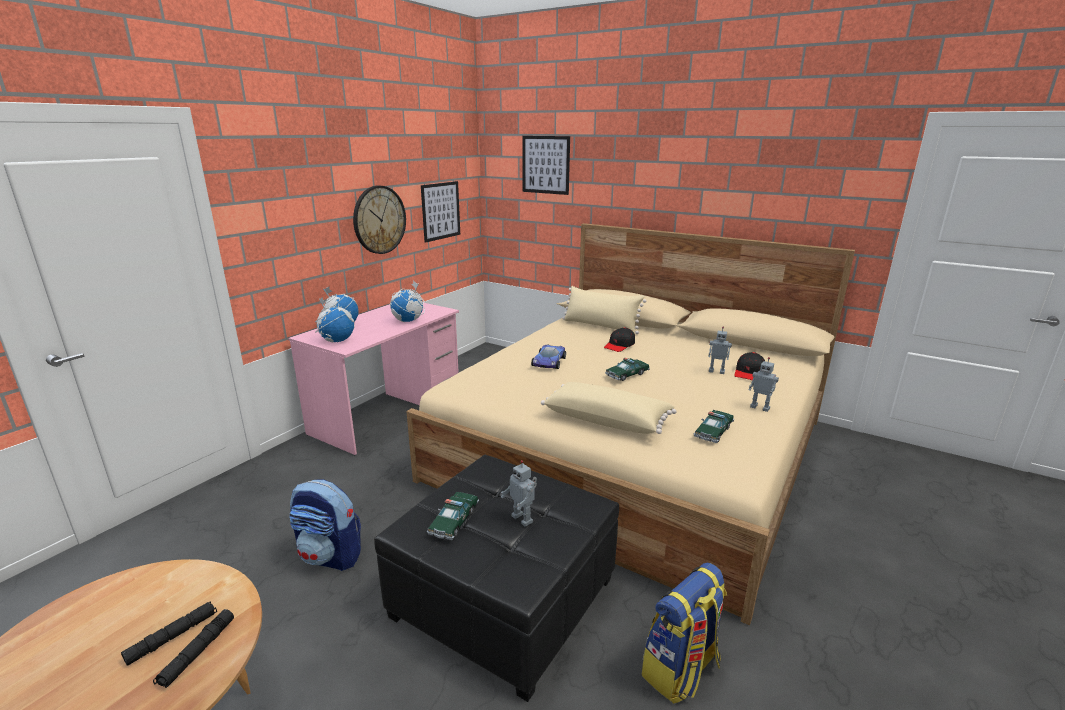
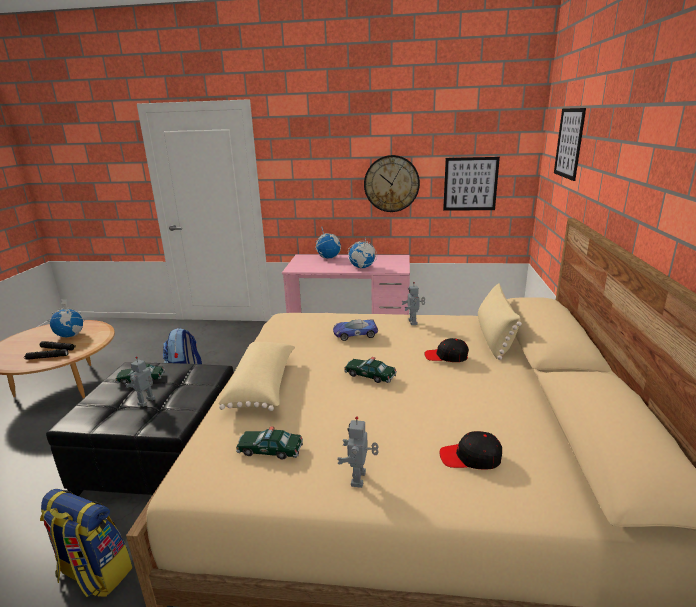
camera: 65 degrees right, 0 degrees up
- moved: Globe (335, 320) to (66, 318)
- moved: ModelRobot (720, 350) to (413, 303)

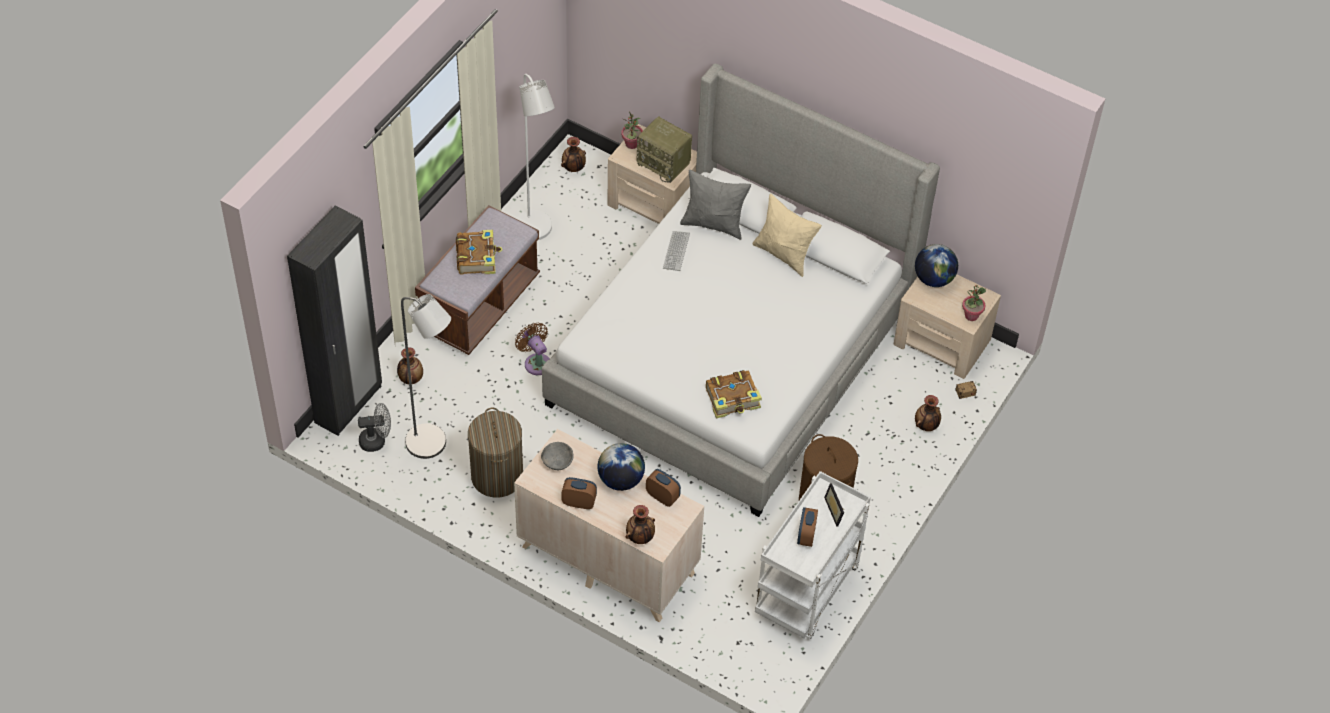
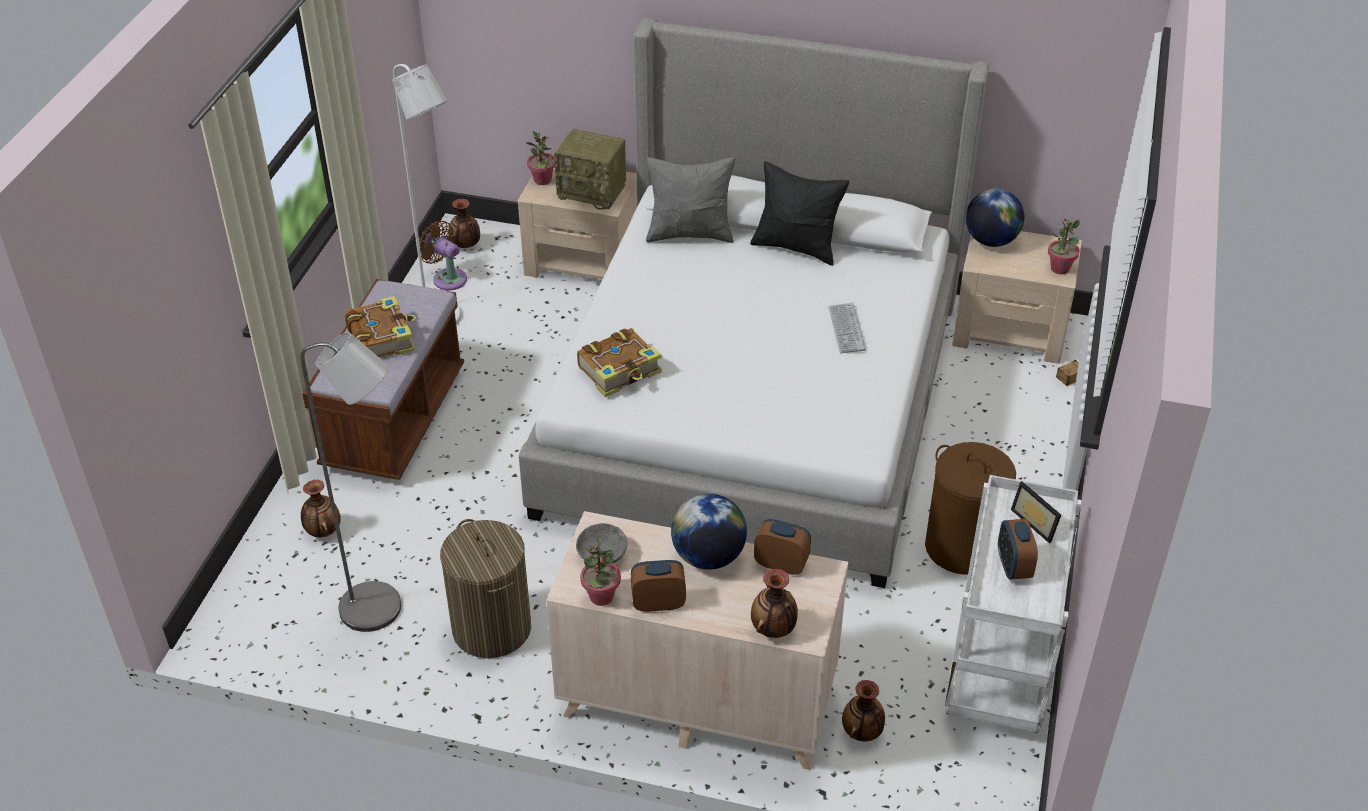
camera: 15 degrees left, 10 degrees down
- removed: BlackColouredWardrobe (334, 321)
- removed: GreyishCoolingFan (374, 427)
- moved: BrownCoolingFan (532, 348) to (443, 255)
- moved: ComputerKeyboard (676, 251) to (847, 328)
- moved: BoundBook (734, 394) to (619, 362)
- recoloured: BeigeColouredThrowPillow (787, 235) to BlackColouredThrowPillow (799, 213)
- moved: FlowerVase (928, 413) to (863, 711)
- added: PottedPlant (600, 571)

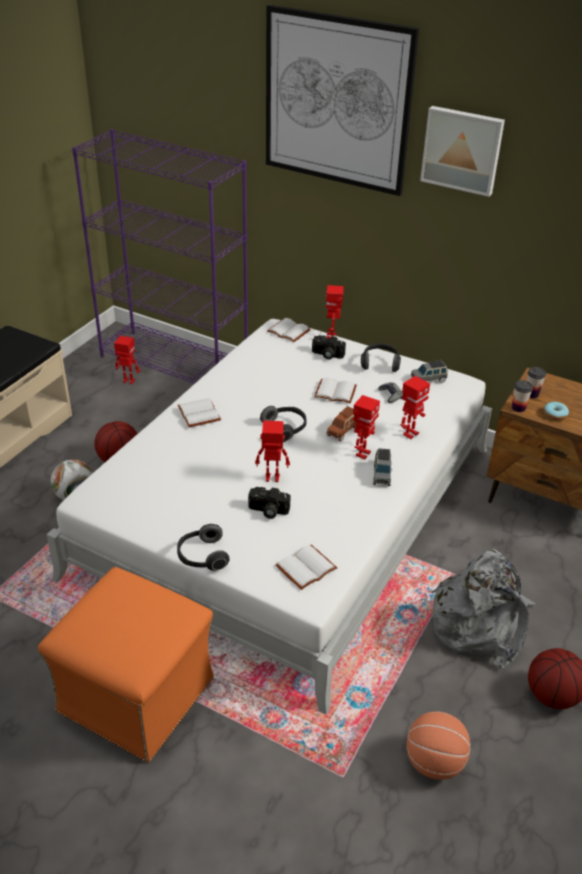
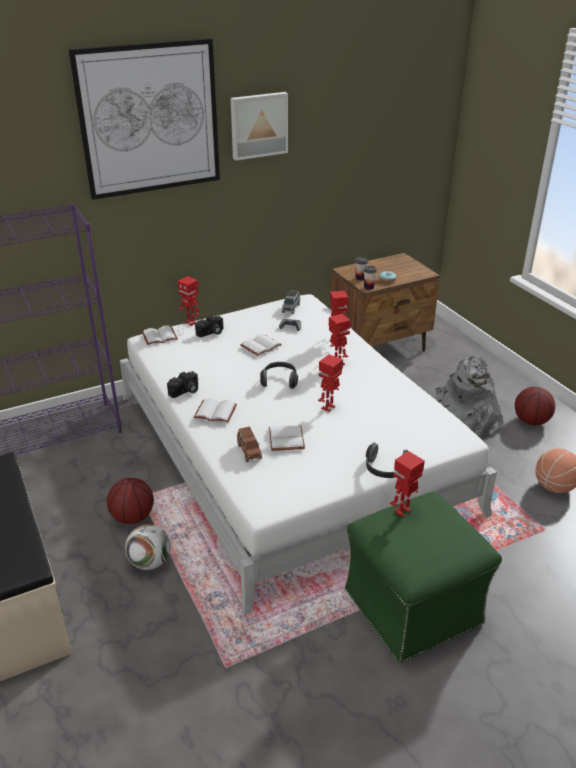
camera: 55 degrees left, 5 degrees down
- recoloured: OrangePouffe (126, 665) to GreenColouredPouffe (423, 577)
- moved: ModelRobot (127, 360) to (407, 484)
- moved: StillCamera (269, 503) to (182, 384)
- moved: WhitishBoundBook (306, 567) to (287, 438)
- moved: BrownMiniatureCar (342, 423) to (249, 444)
- removed: Headphones (381, 357)
- removed: GreyishMiniatureCar (382, 467)

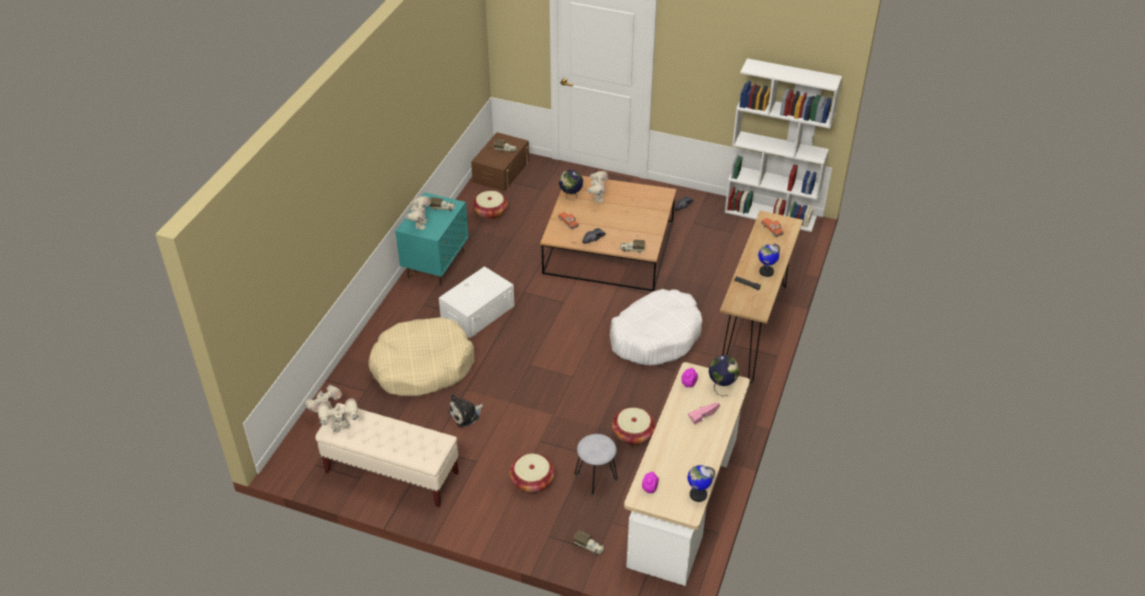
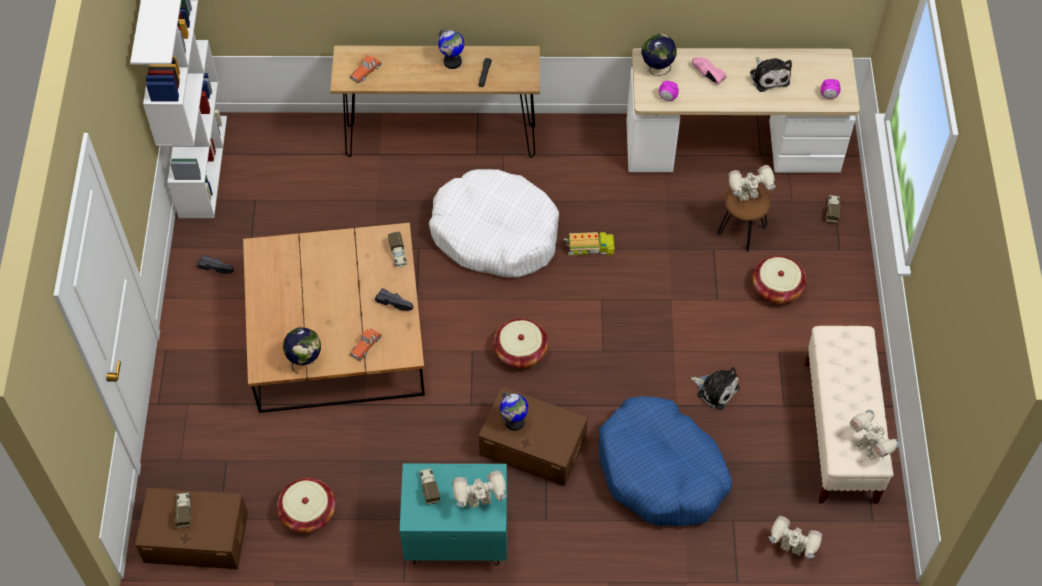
camera: 110 degrees left, 15 degrees up
- recoloured: BeigeColouredDogCushion (421, 356) to BlueDogCushion (665, 461)
- recoloured: WhitishStorageContainer (477, 302) to BrownStorageContainer (533, 436)
- recoloured: GreyishStoolSeat (596, 464) to BrownStoolSeat (744, 218)
- moved: ModelRobot (597, 186) to (752, 183)
- moved: Basket (634, 426) to (520, 343)
- moved: Globe (701, 483) to (514, 411)
- added: ToyTruck (589, 243)
- added: SoftToy (771, 74)

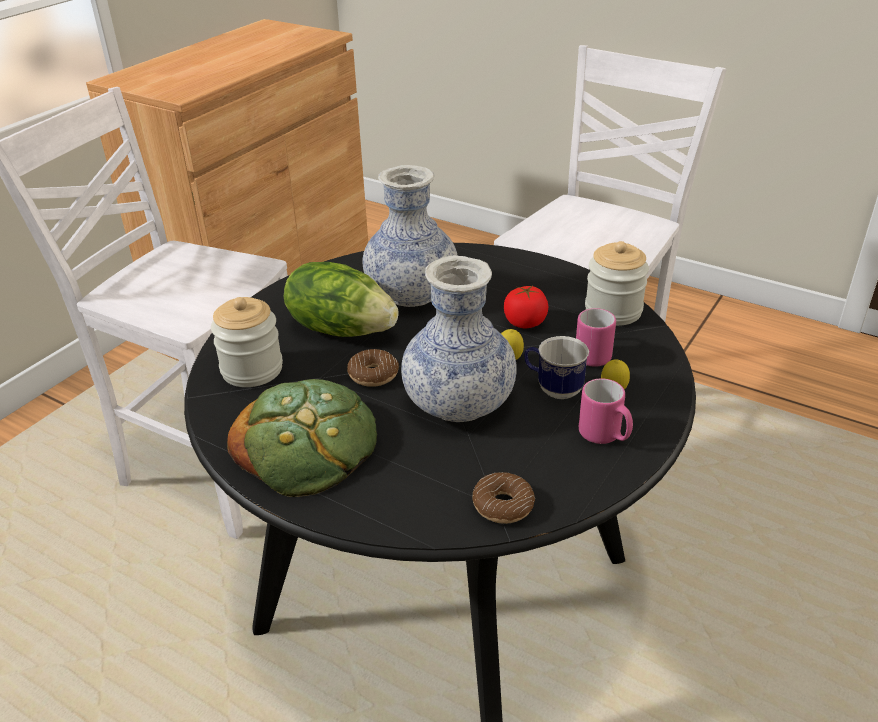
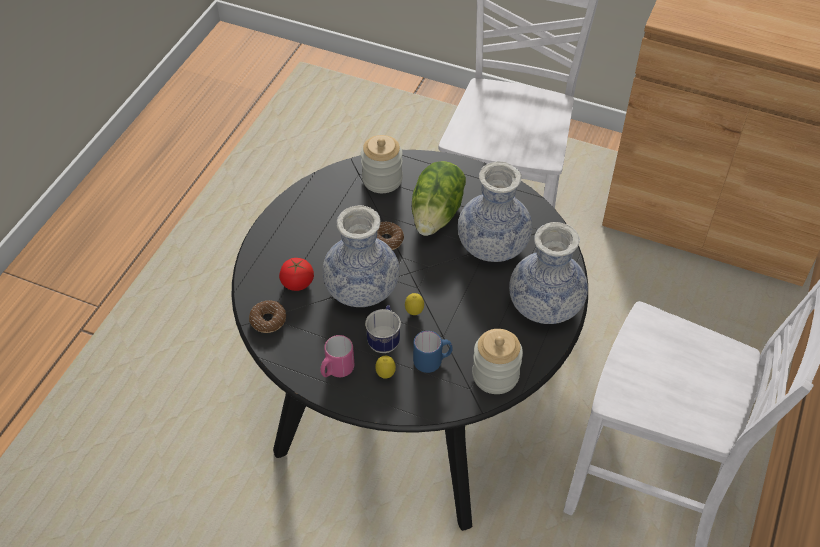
camera: 80 degrees right, 15 degrees up
- removed: BakedBread (302, 438)
- moved: Tomato (526, 306) to (296, 274)
- recoloured: PinkMug (596, 337) to BlueMug (433, 352)
- added: FlowerVase (548, 273)

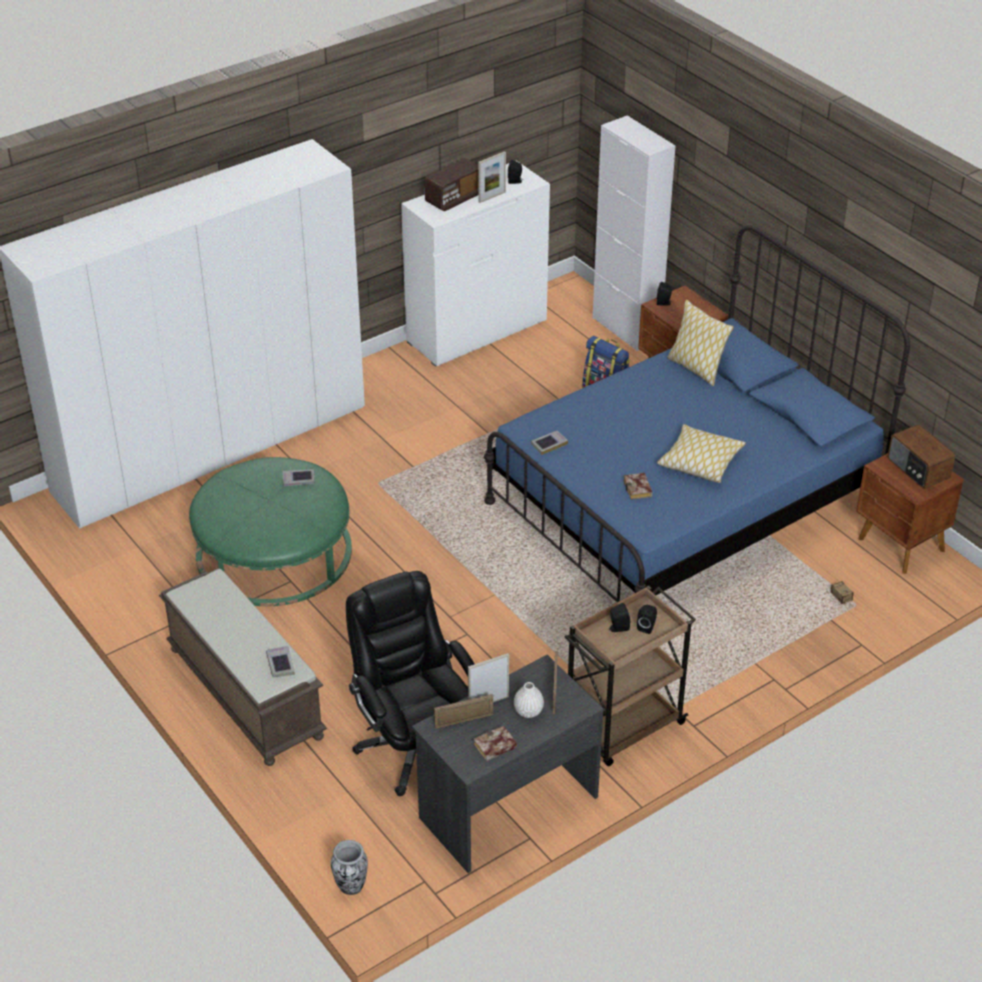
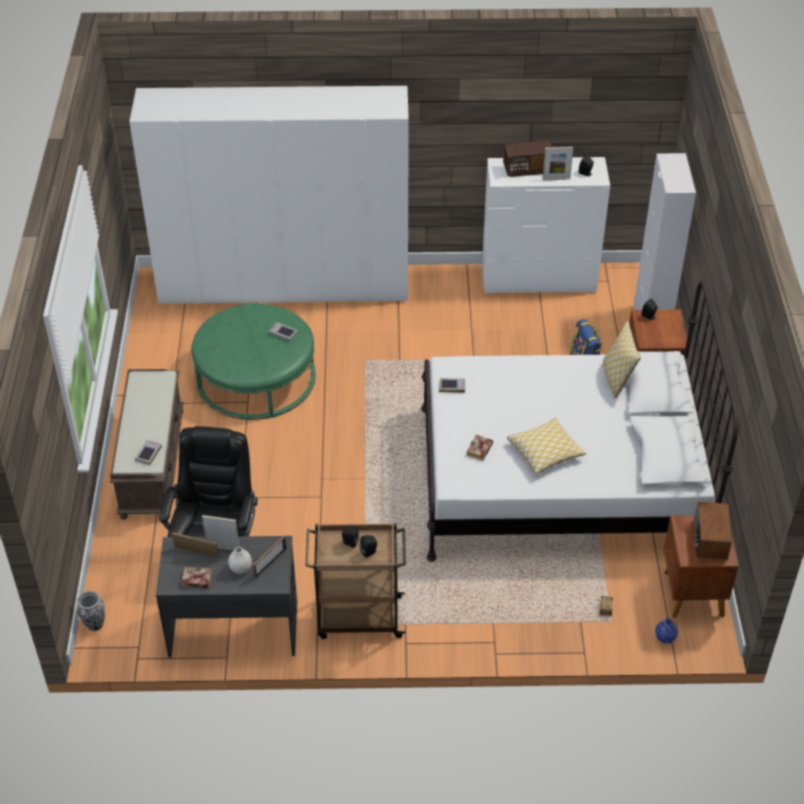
camera: 35 degrees right, 5 degrees up
- recoloured: BlueSleepingBed (697, 413) to WhitishSleepingBed (580, 421)
- added: BlueFlowerVase (666, 631)

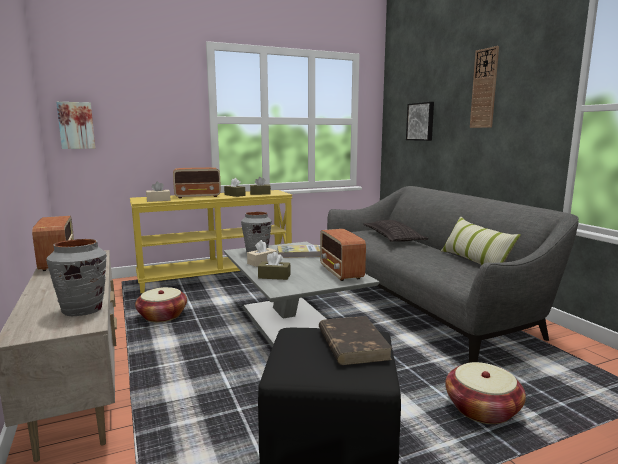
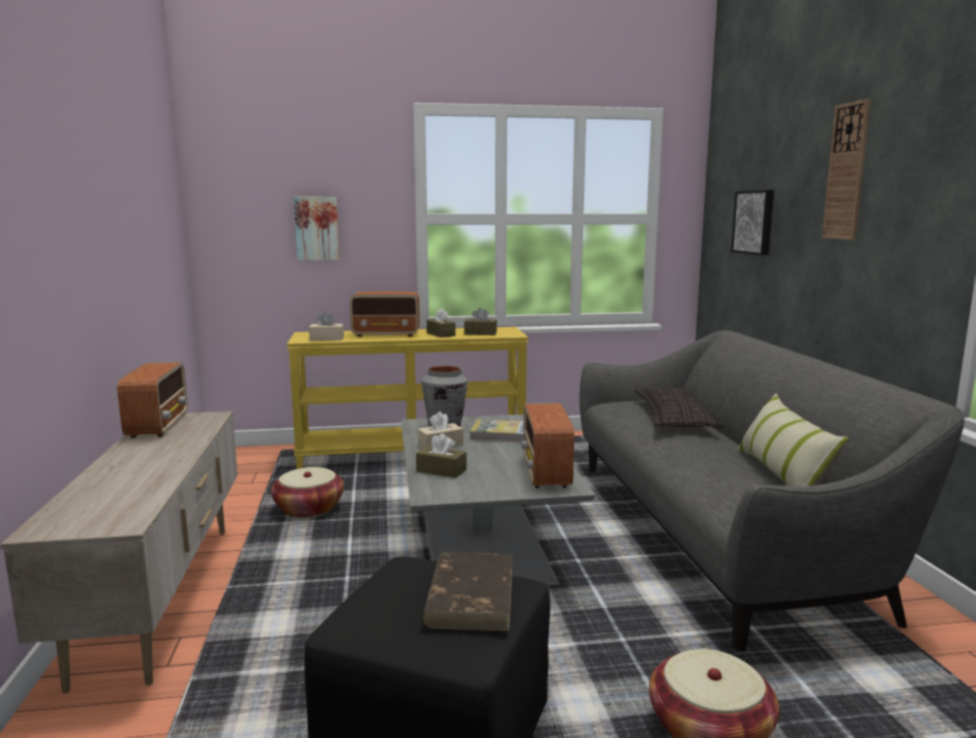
camera: 15 degrees right, 0 degrees up
- removed: GreyishFlowerVase (76, 277)
- moved: Picture (75, 125) to (317, 229)

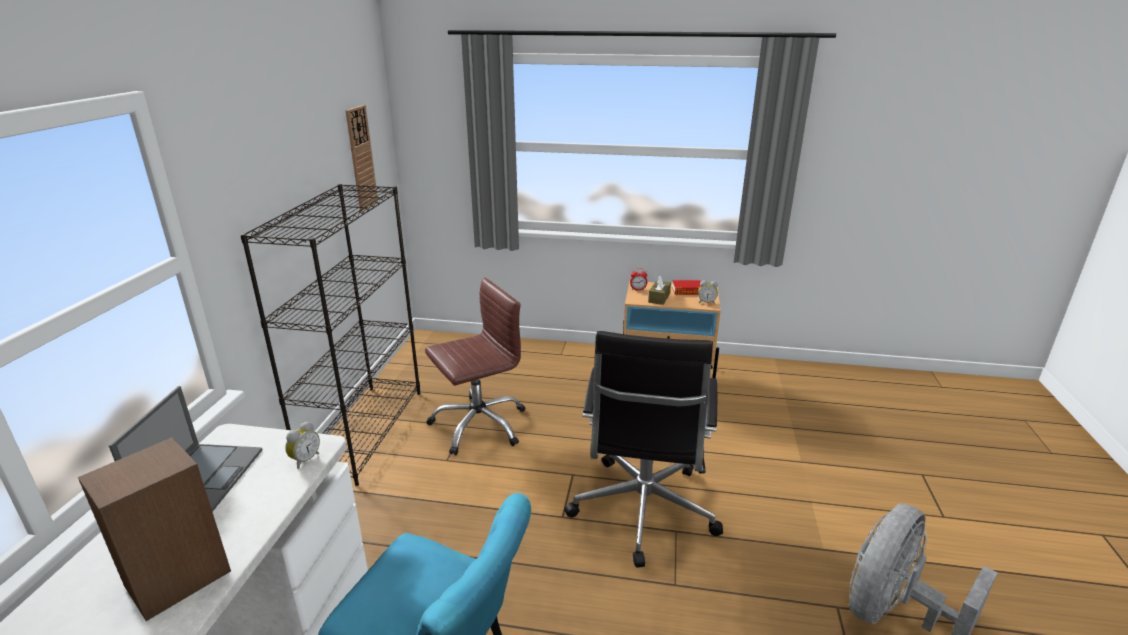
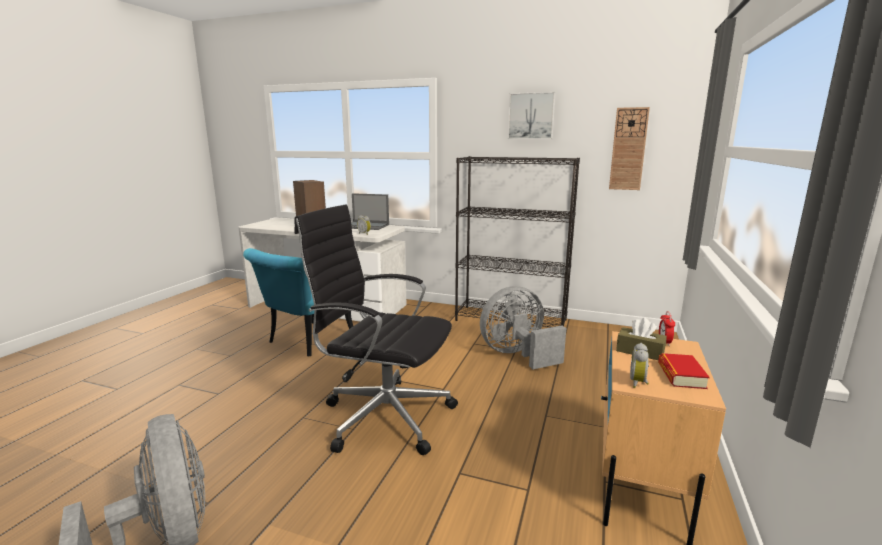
camera: 100 degrees right, 10 degrees down
- replaced: BrownDeskChair (475, 366) to GreyishCoolingFan (523, 327)
- added: Picture (531, 115)

